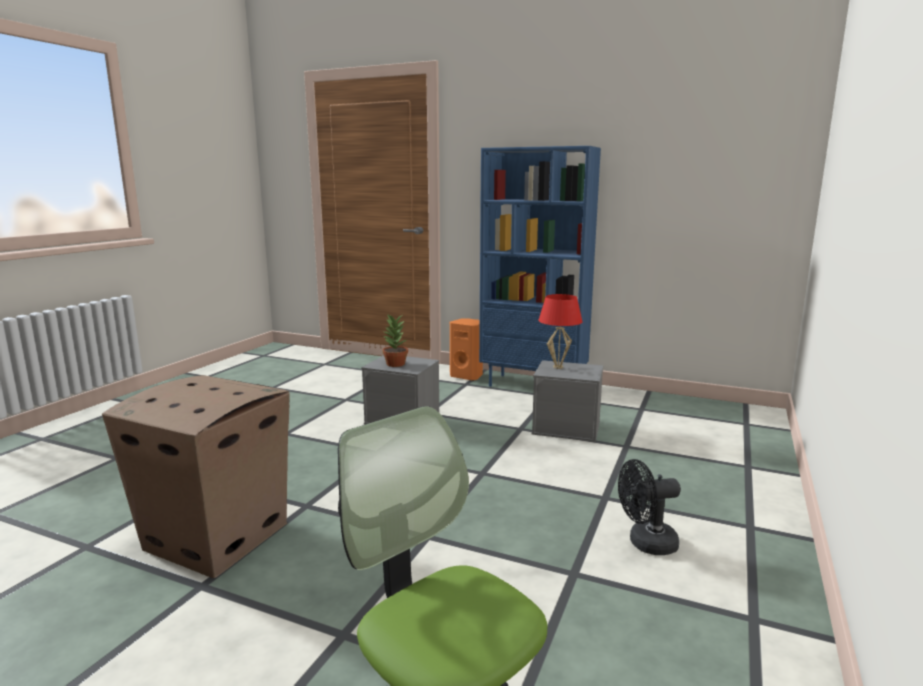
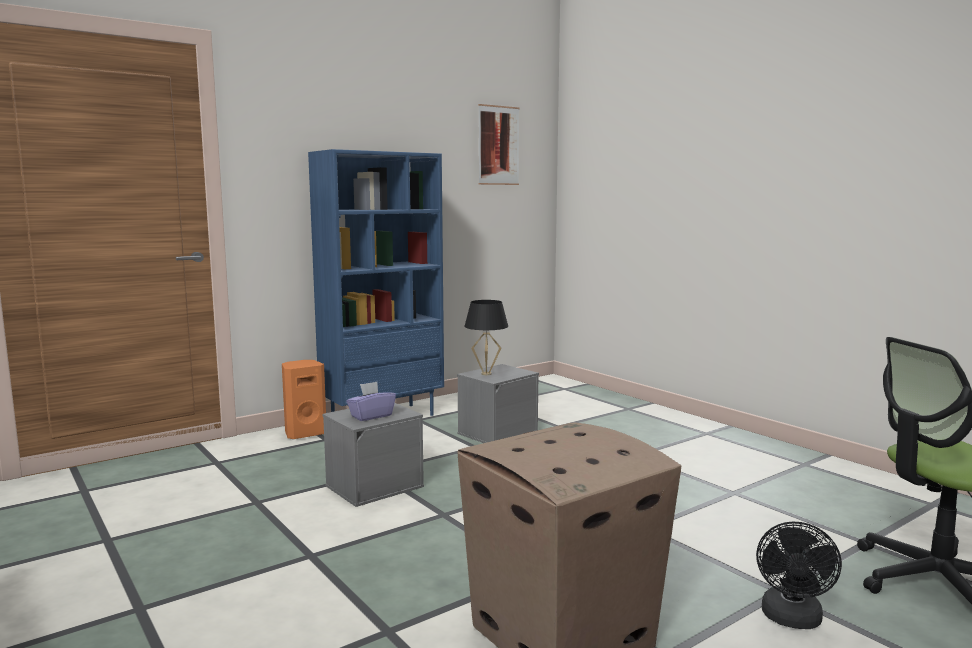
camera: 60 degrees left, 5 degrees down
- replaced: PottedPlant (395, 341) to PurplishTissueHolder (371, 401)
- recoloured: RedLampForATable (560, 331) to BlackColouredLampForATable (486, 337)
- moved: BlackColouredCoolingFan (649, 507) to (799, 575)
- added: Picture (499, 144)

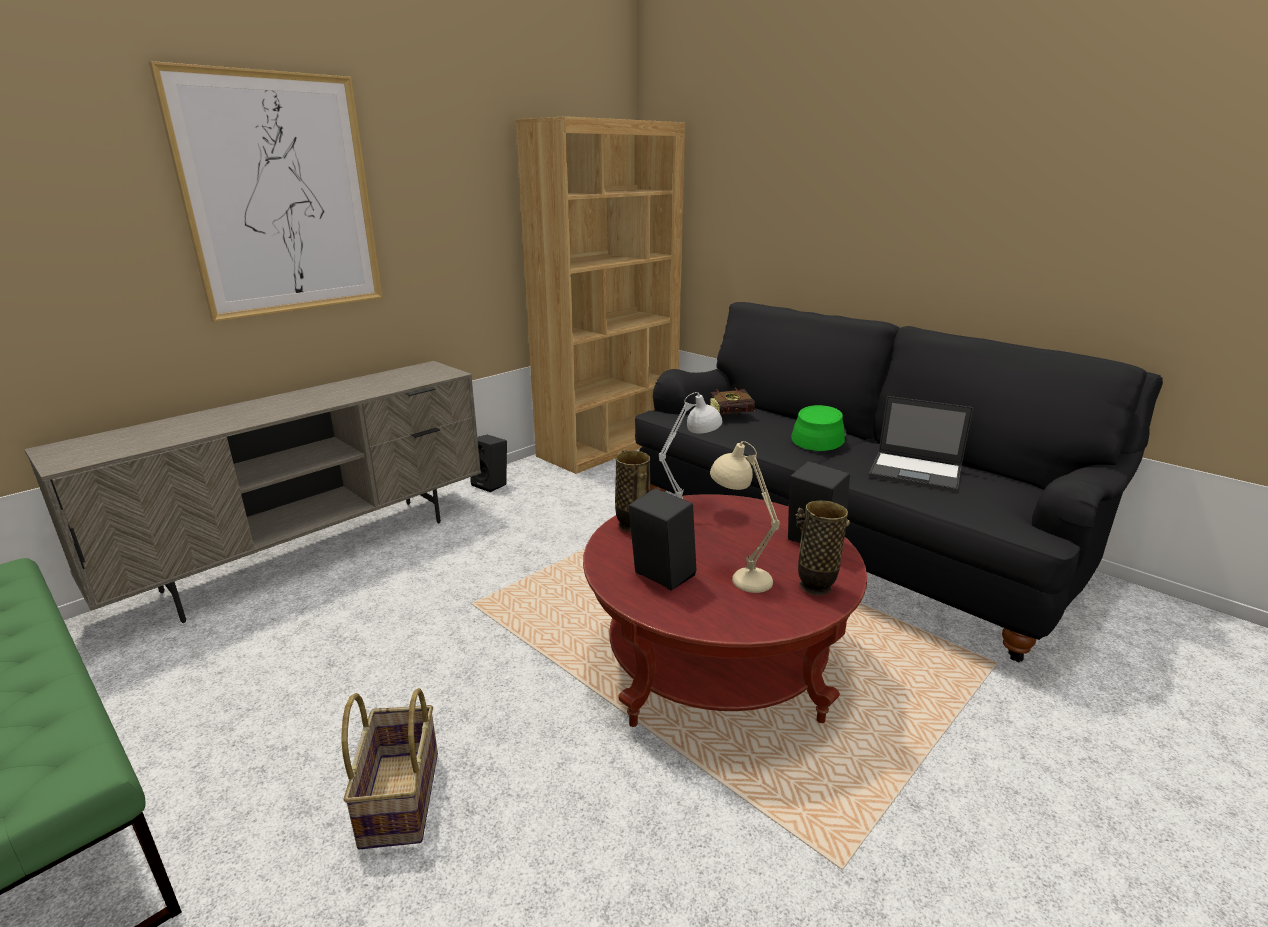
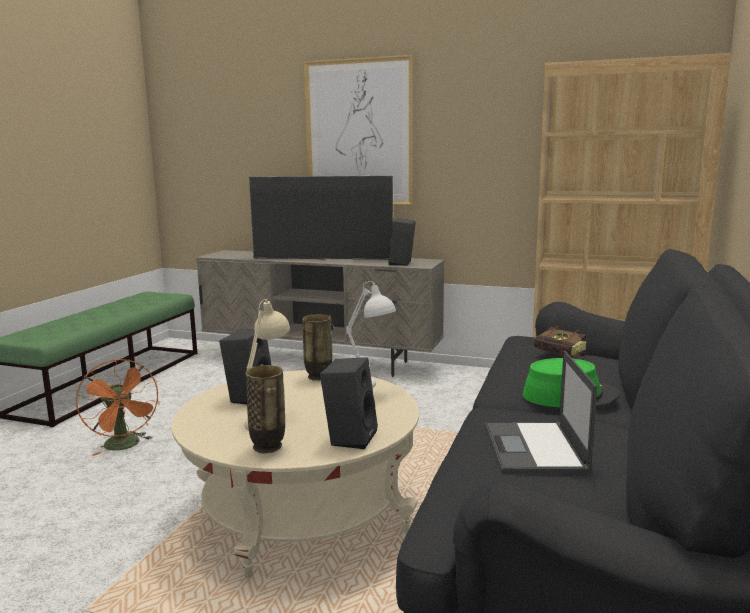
camera: 65 degrees right, 10 degrees down
- replaced: Basket (389, 768) to OrangeCoolingFan (118, 407)
- moved: BlackColouredAudioSpeaker (489, 463) to (402, 242)
- recoloured: RedLoungeTable (725, 610) to BeigeColouredLoungeTable (295, 474)
- added: Television (321, 217)

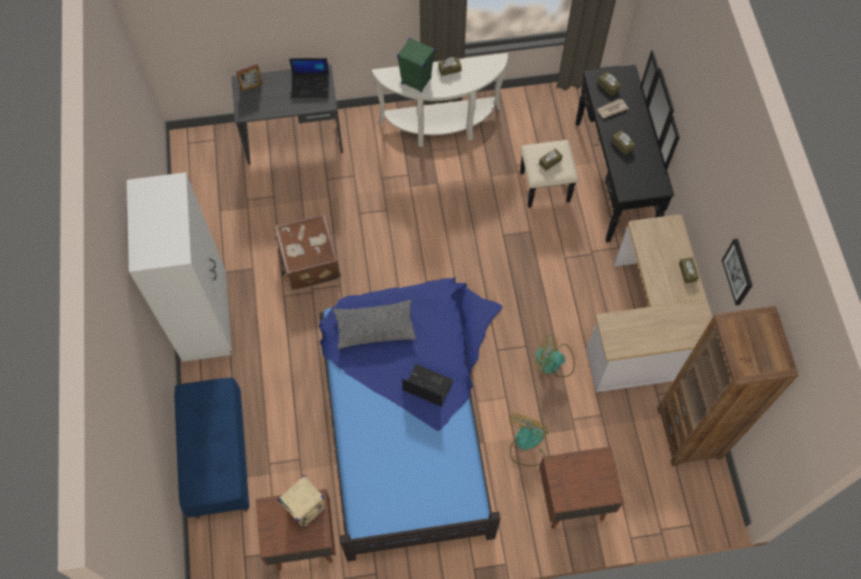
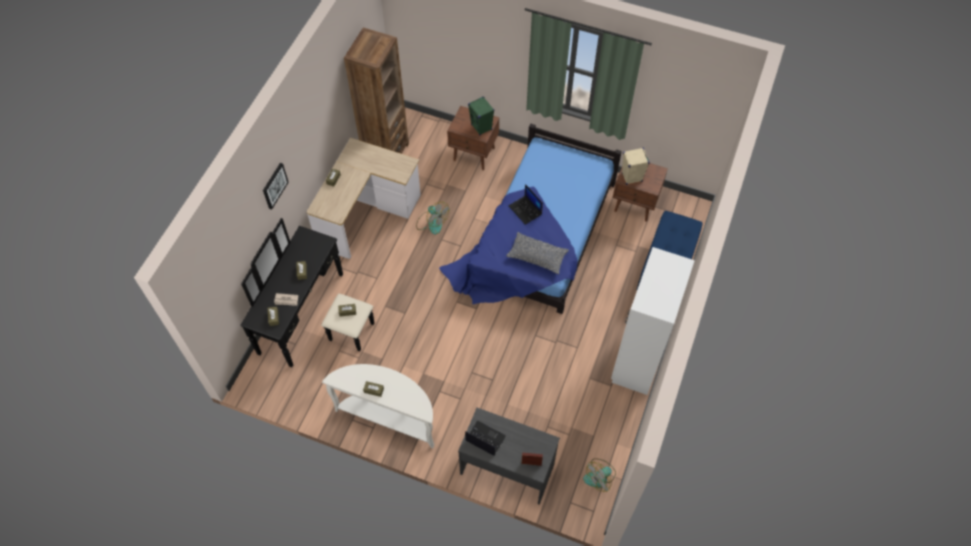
camera: 150 degrees left, 5 degrees down
- removed: BrownSuitcase (307, 252)
- moved: GreenColouredAudioSpeaker (416, 65) to (481, 115)
- moved: CoolingFan (528, 439) to (599, 475)
- moved: Picture (737, 272) to (276, 186)

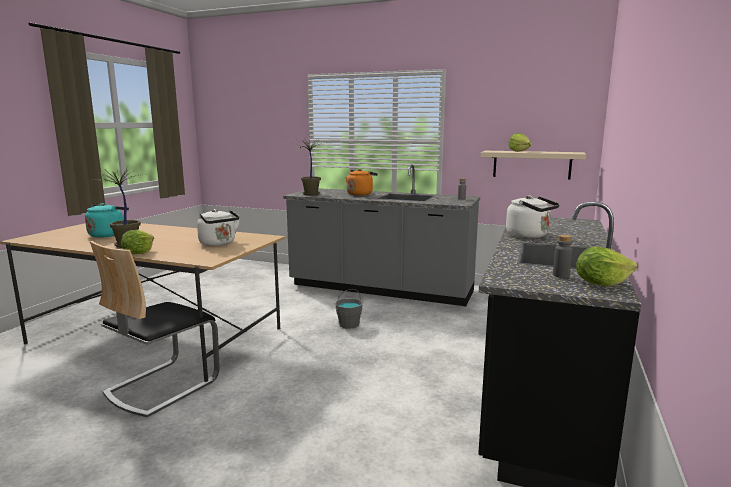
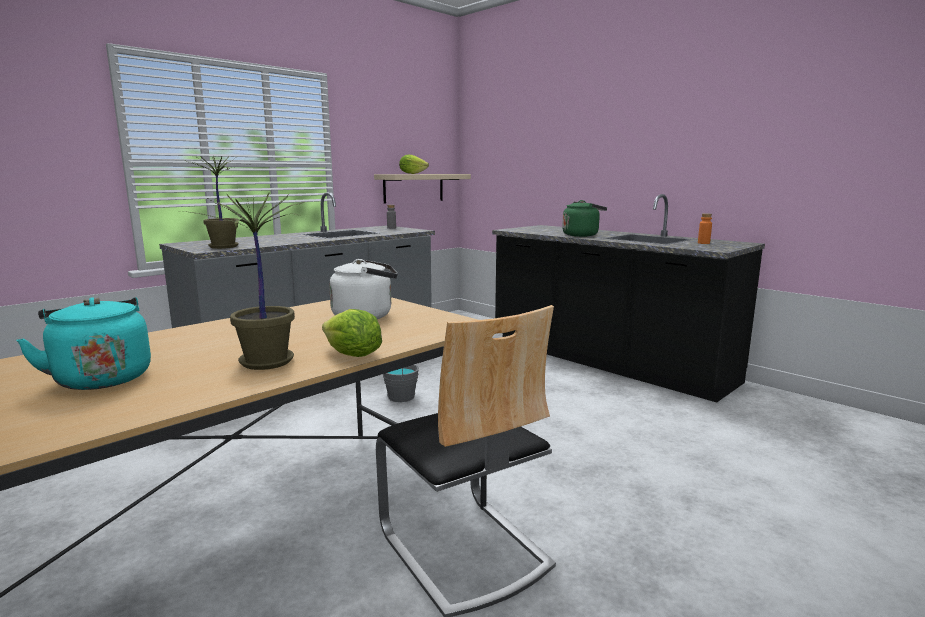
camera: 65 degrees left, 0 degrees up
- removed: OrangeWaterKettle (361, 182)
- recoloured: WhitishWaterKettle (533, 217) to GreenColouredWaterKettle (584, 218)
- recoloured: GreyishBottle (563, 256) to OrangeBottle (705, 228)
- removed: HeadOfLettuce (606, 266)

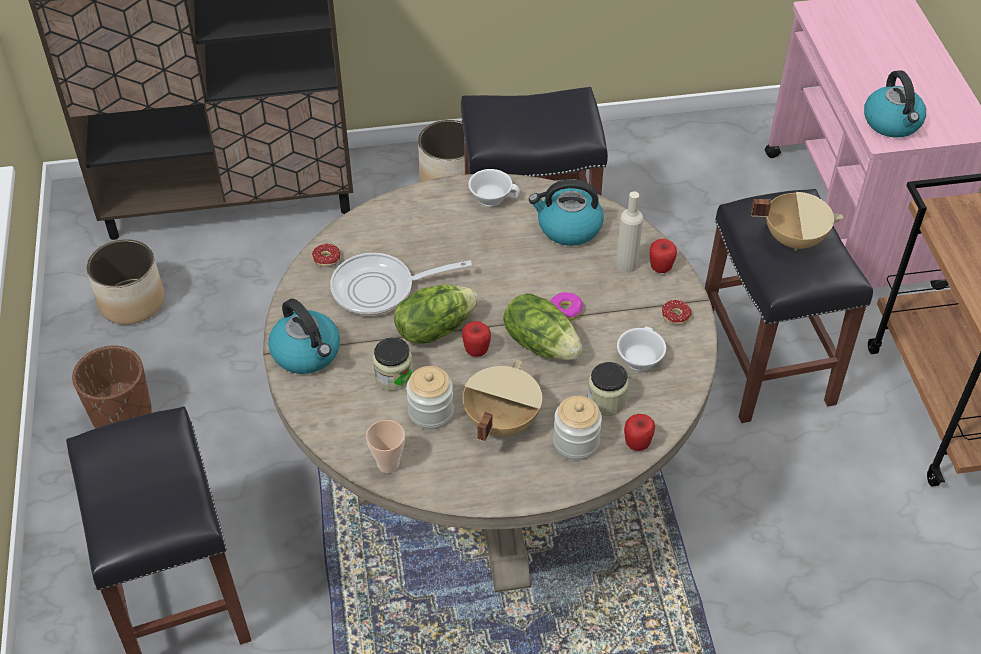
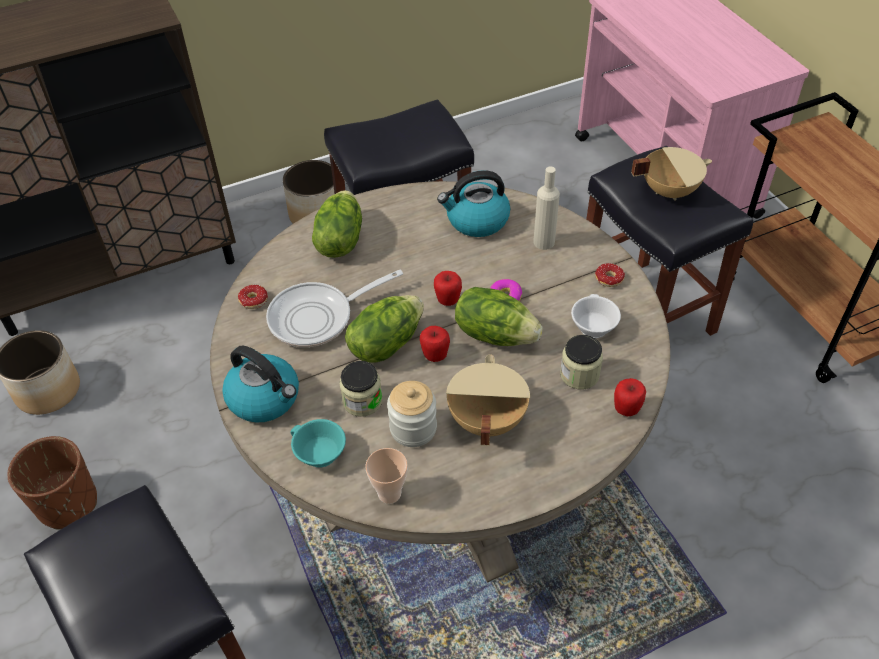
camera: 15 degrees left, 0 degrees up
- removed: WhitishDrinkingCup (494, 187)
- removed: Jar (577, 428)
- moved: WholeApple (663, 256) to (448, 288)
- removed: WaterKettle (895, 104)
- added: TurquoiseColouredDrinkingCup (318, 443)
- added: HeadOfLettuce (337, 224)

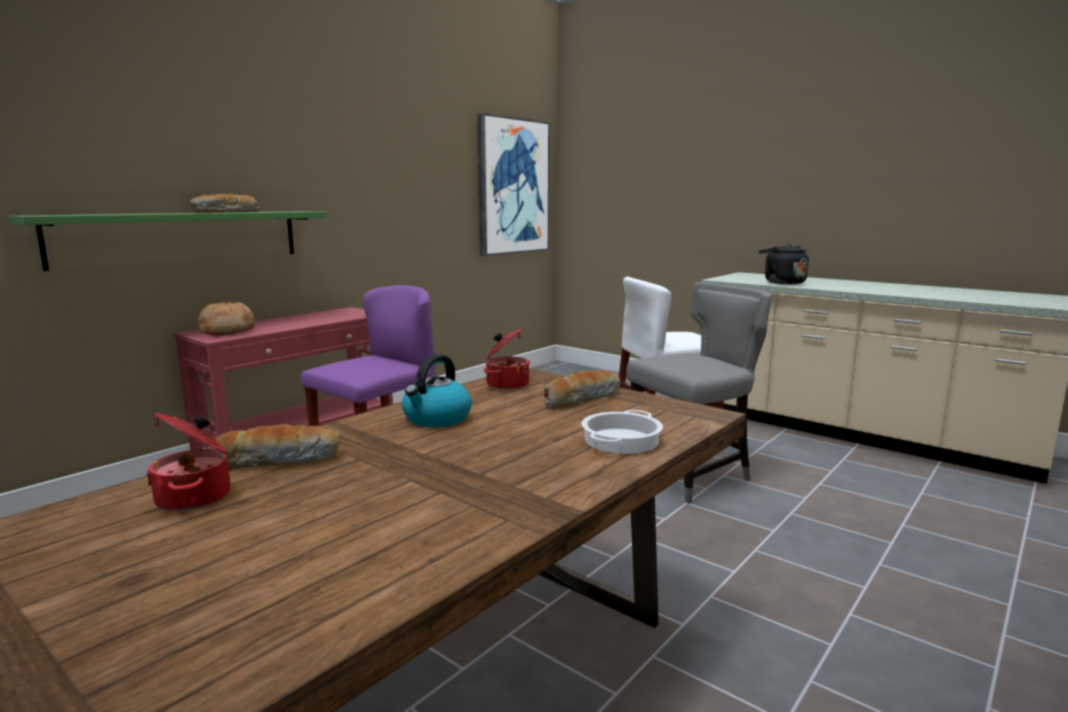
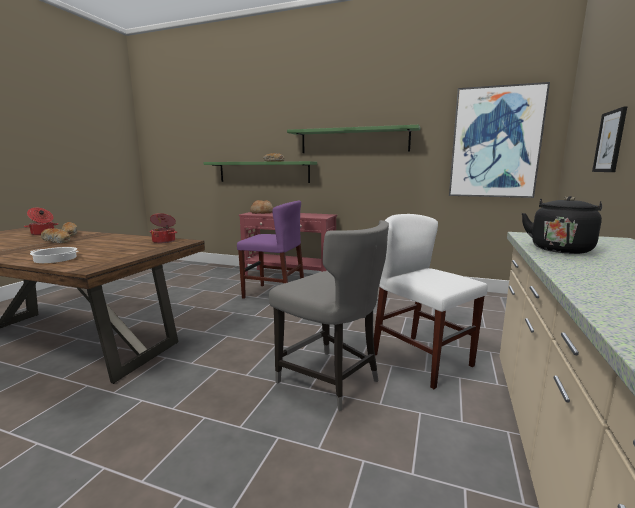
camera: 70 degrees right, 0 degrees up
- removed: WaterKettle (437, 390)
- moved: BakedBread (582, 389) to (55, 236)
- added: GreenColouredWallShelf (353, 139)
- added: Picture (610, 139)

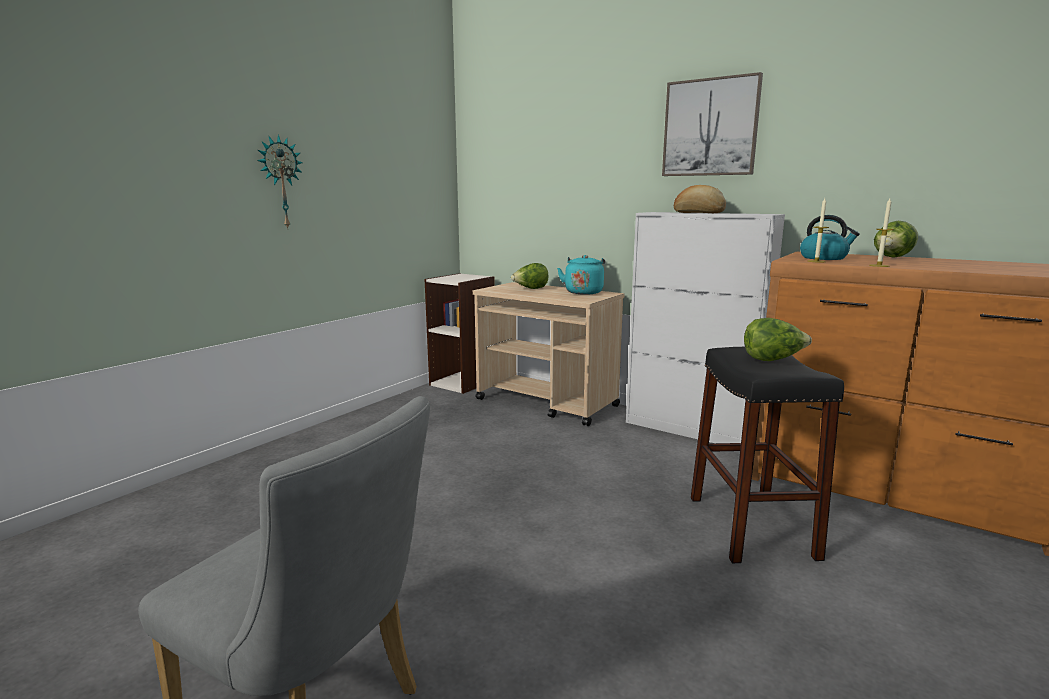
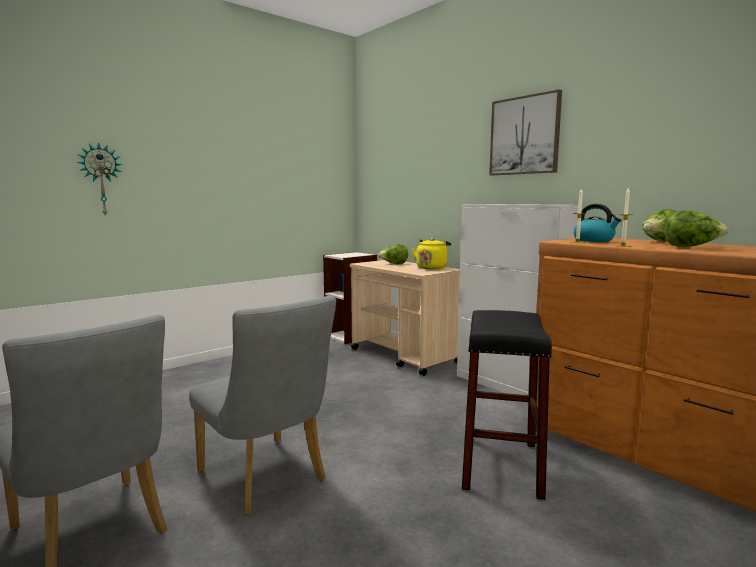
camera: 15 degrees right, 5 degrees down
- moved: WallClock (280, 182) to (100, 179)
- recoloured: TurquoiseColouredWaterKettle (581, 275) to YellowColouredWaterKettle (431, 253)
- removed: BakedBread (700, 199)
- moved: HeadOfLettuce (778, 339) to (696, 228)
- added: GreyishChair (262, 405)

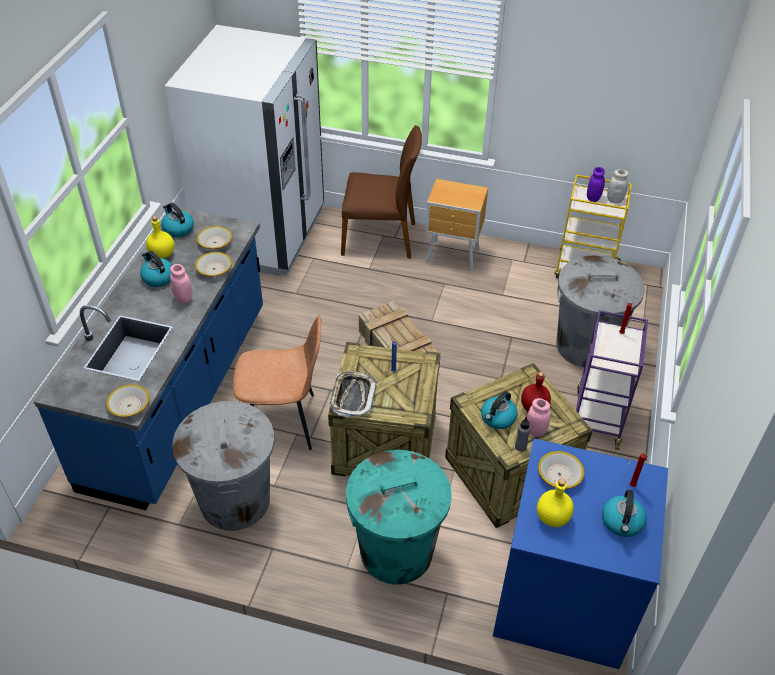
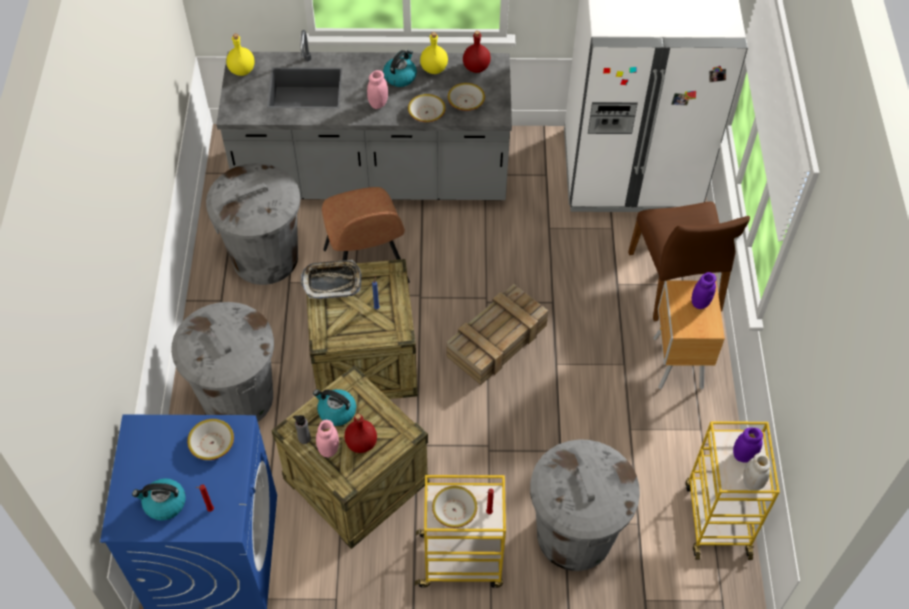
camera: 75 degrees right, 10 degrees up
- recoloured: BlueKitchenCounter (148, 359) to GreyishKitchenCounter (364, 115)
- moved: Bowl (128, 400) to (454, 507)
- replaced: WaterKettle (177, 220) to RedBottle (477, 52)
- recoloured: TurquoiseColouredTrashCan (399, 517) to GreyishTrashCan (222, 362)
- moved: YellowColouredBottle (555, 503) to (240, 55)
- recoloured: PurplishWheeledCart (612, 380) to YellowColouredWheeledCart (460, 531)
- added: PurplishJar (704, 290)

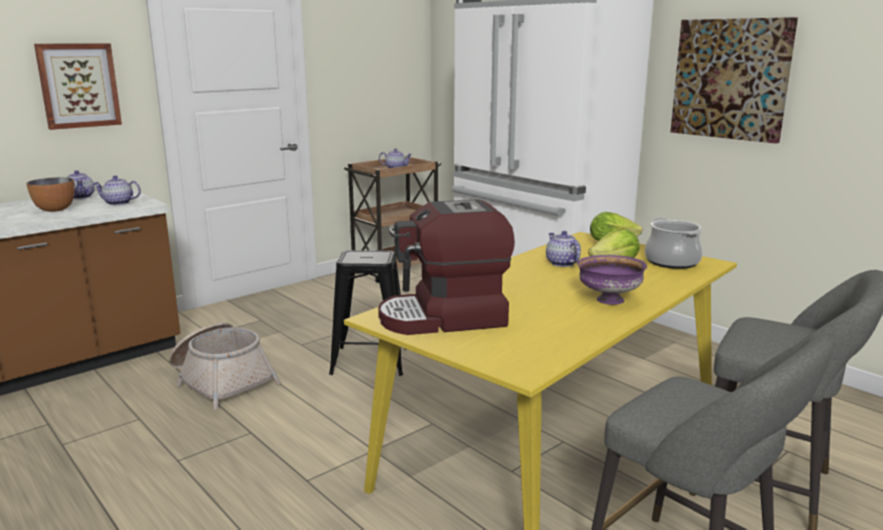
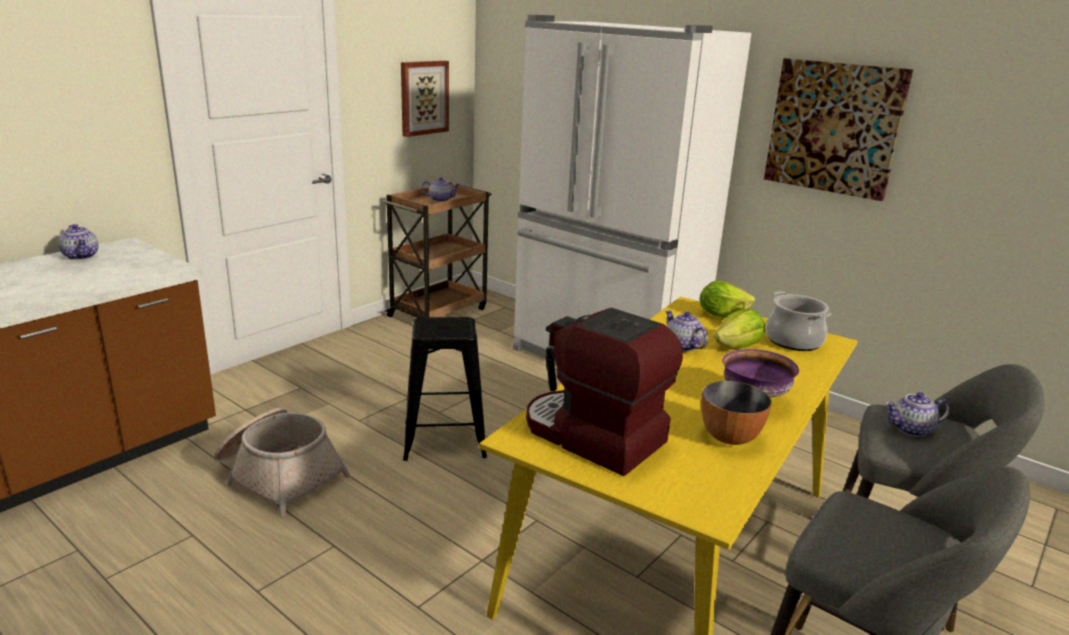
camera: 10 degrees left, 5 degrees up
- moved: Bowl (50, 194) to (736, 413)
- moved: Picture (78, 86) to (425, 99)
- moved: TeaPot (117, 190) to (917, 414)
- turned: CoffeeBrewer (446, 267) = (604, 392) 60 degrees clockwise

